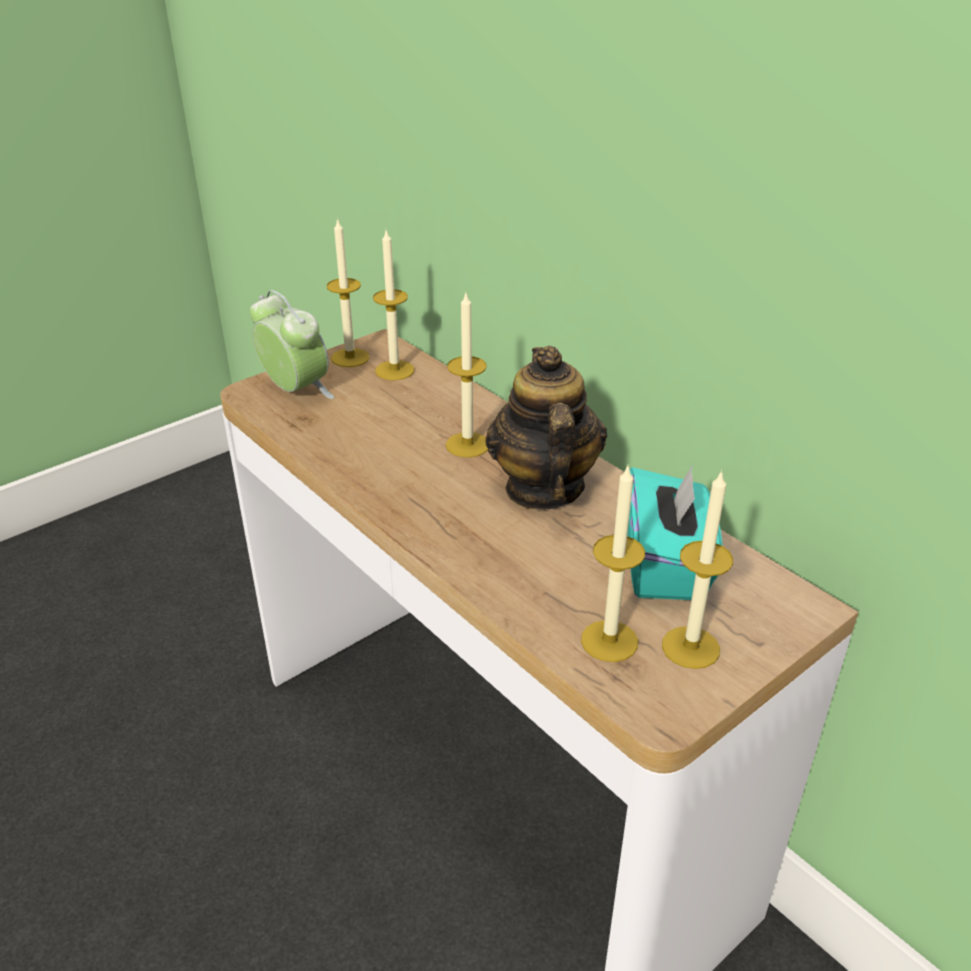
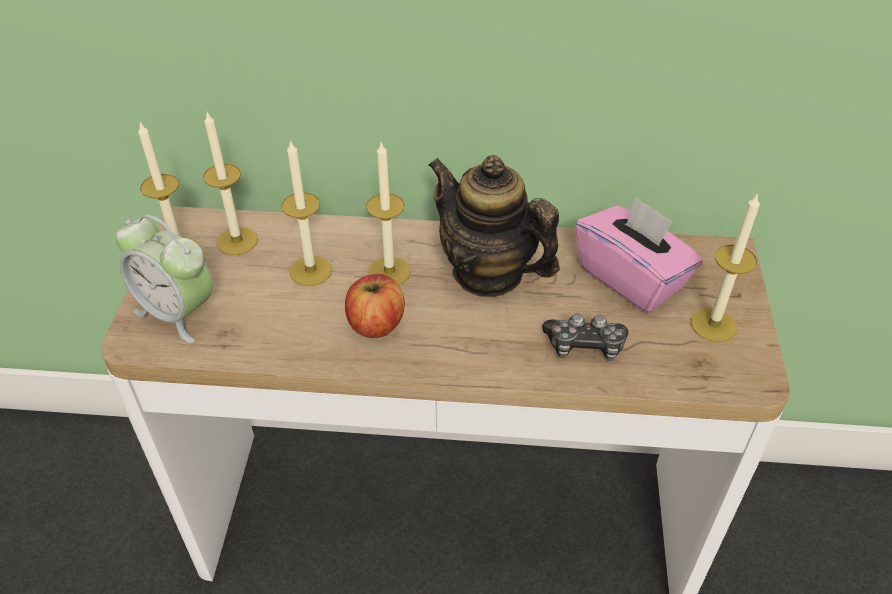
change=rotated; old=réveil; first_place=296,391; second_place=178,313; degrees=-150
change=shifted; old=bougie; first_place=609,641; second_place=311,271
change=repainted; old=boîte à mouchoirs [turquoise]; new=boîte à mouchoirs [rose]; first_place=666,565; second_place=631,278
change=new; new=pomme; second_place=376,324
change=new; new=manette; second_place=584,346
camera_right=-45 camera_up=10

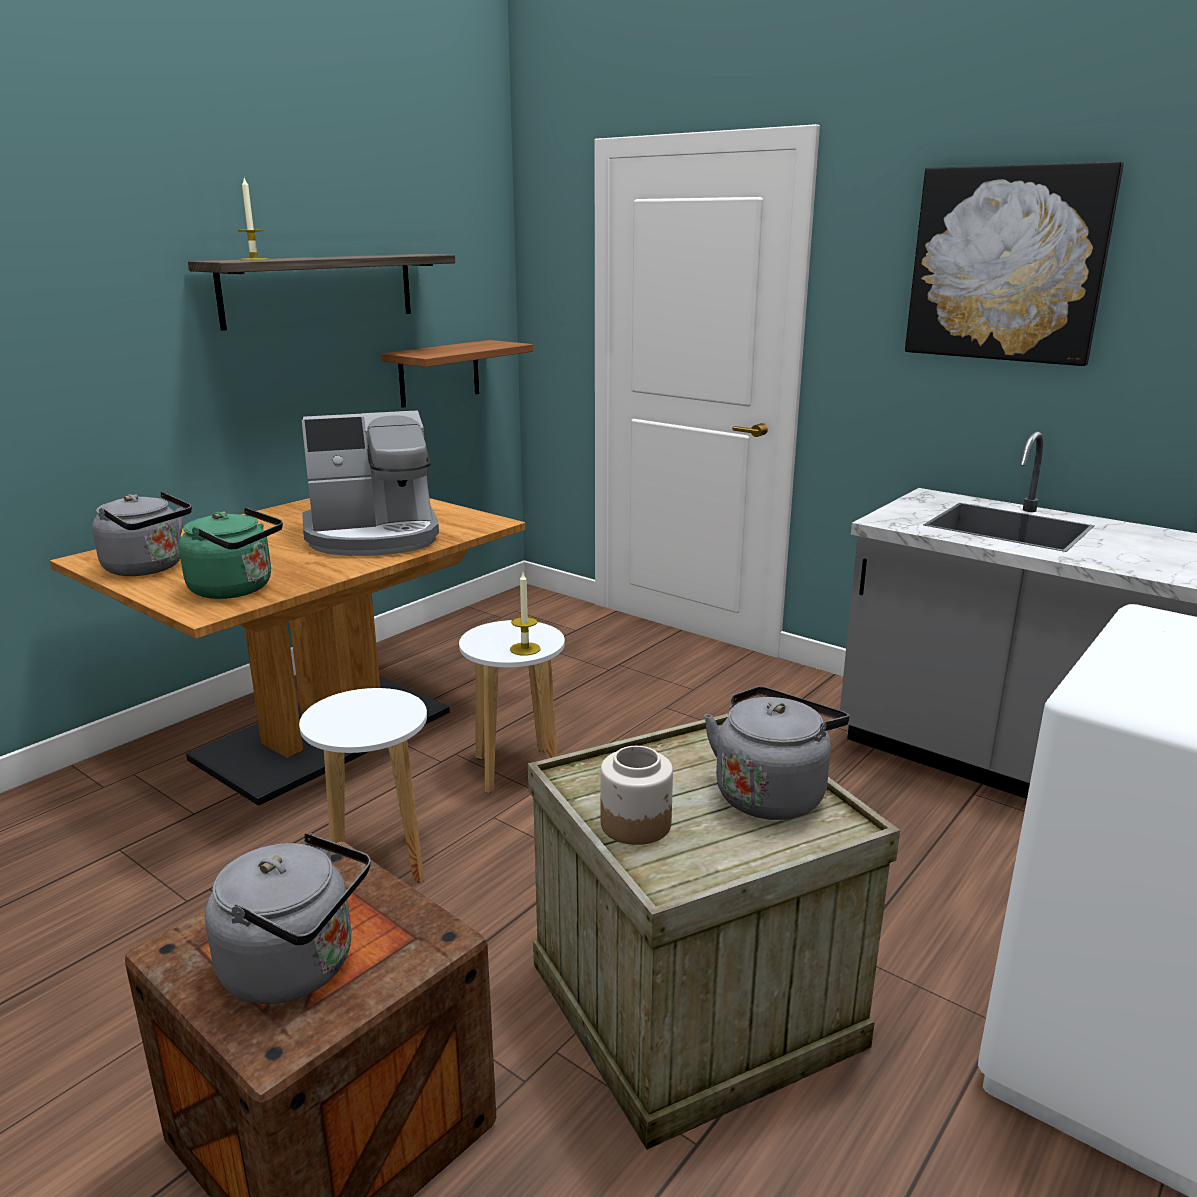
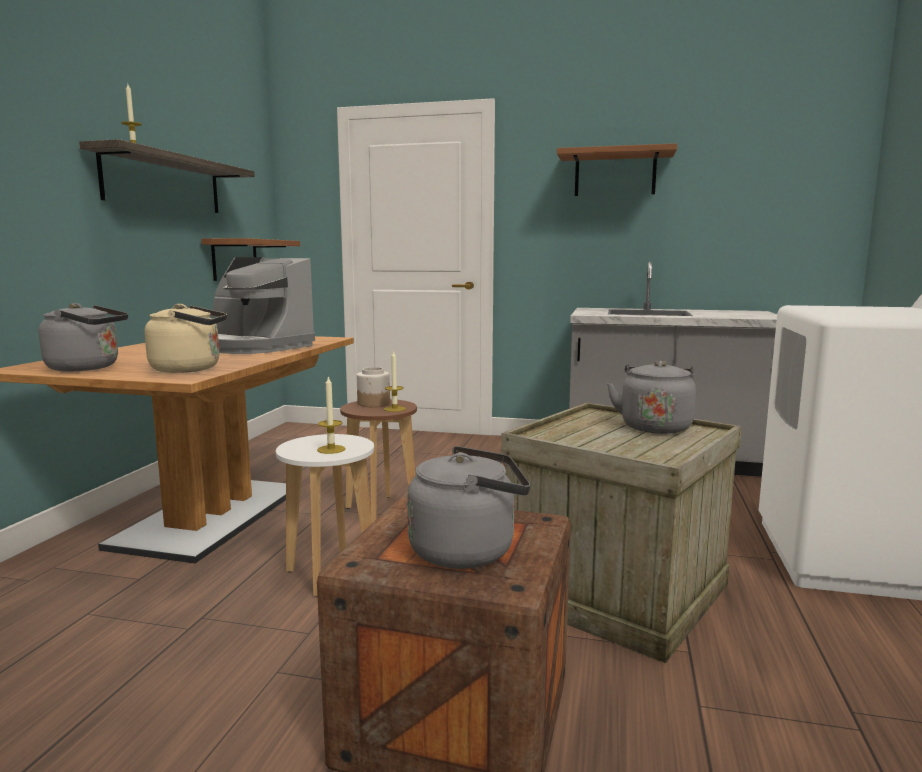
change=repainted; old=bouilloire [vert]; new=bouilloire [beige]; first_place=236,589; second_place=191,369
change=rotated; old=machine à café; first_place=374,536; second_place=254,347; degrees=75
change=repainted; old=tabouret [blanc]; new=tabouret [marron]; first_place=516,770; second_place=381,509
change=shifted; old=bocal; first_place=636,824; second_place=374,403
change=swapped; old=tableau; new=étagère; first_place=1007,264; second_place=615,174
change=new; new=bougie; second_place=331,449
camera_right=-25 camera_up=-10

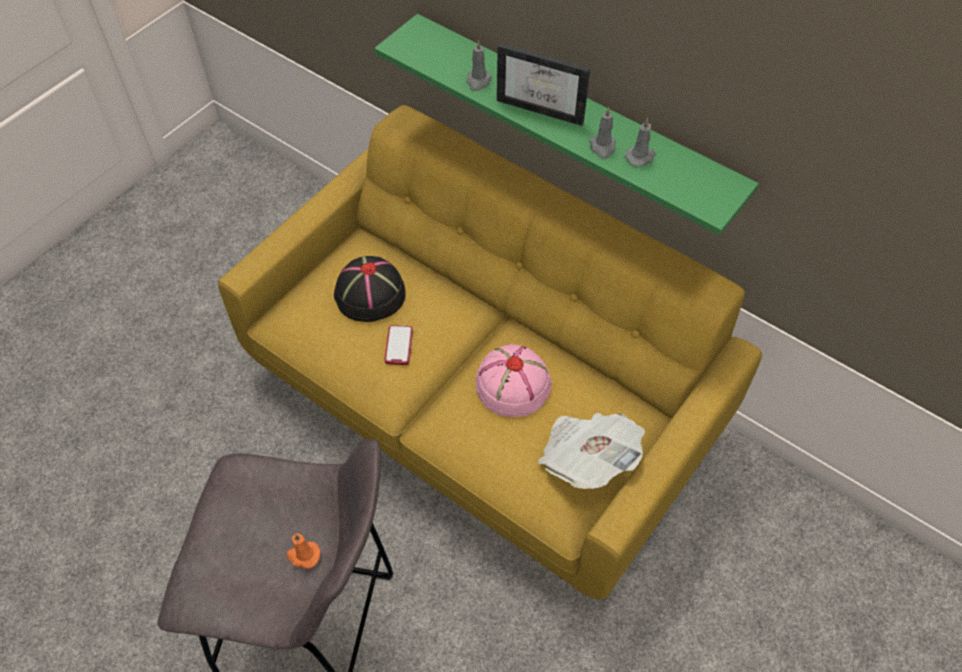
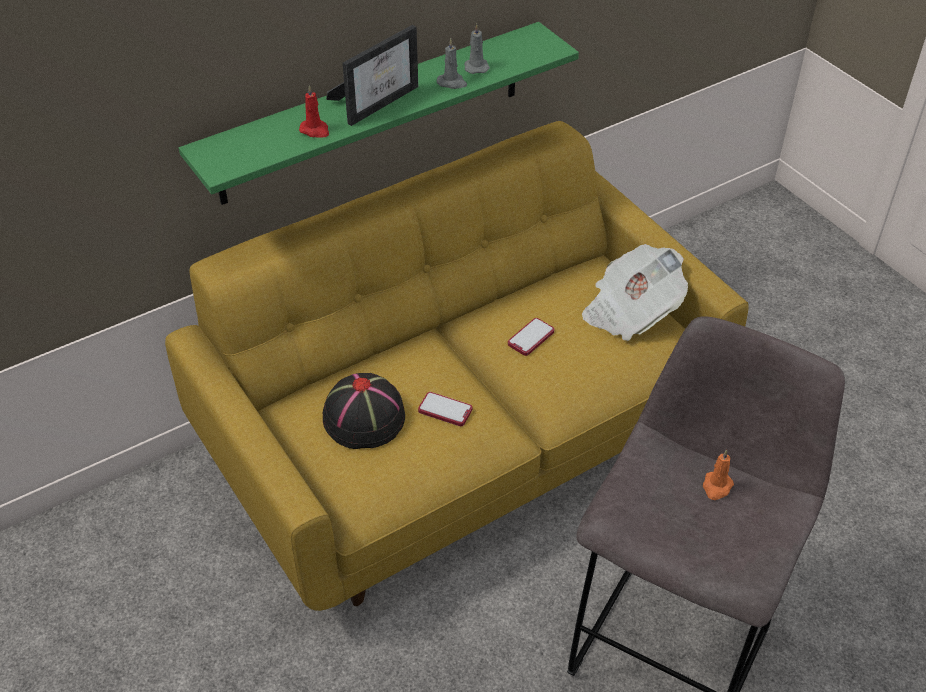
change=repainted; old=bougie [gris]; new=bougie [rouge]; first_place=478,81; second_place=315,130
change=swapped; old=chapeau [rose]; new=téléphone; first_place=512,384; second_place=531,338
camera_right=-70 camera_up=-10

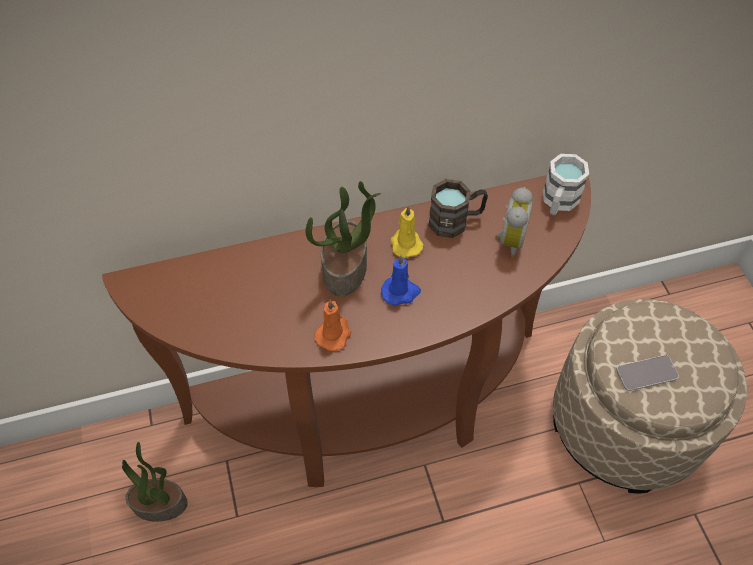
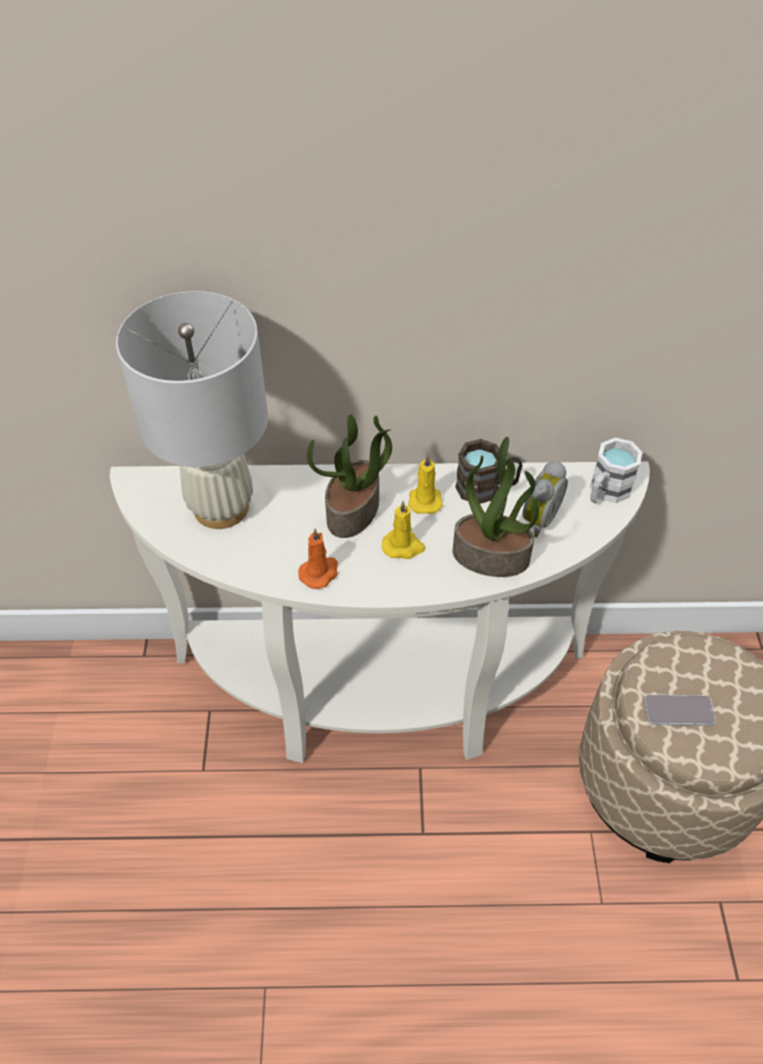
change=repainted; old=table console [marron]; new=table console [blanc]; first_place=373,411; second_place=381,698
change=shifted; old=plante en pot; first_place=161,503; second_place=492,556
change=repainted; old=bougie [bleu]; new=bougie [jaune]; first_place=401,292; second_place=403,546
change=new; new=lampe de table [blanc]; second_place=221,507
camera_right=15 camera_up=-5

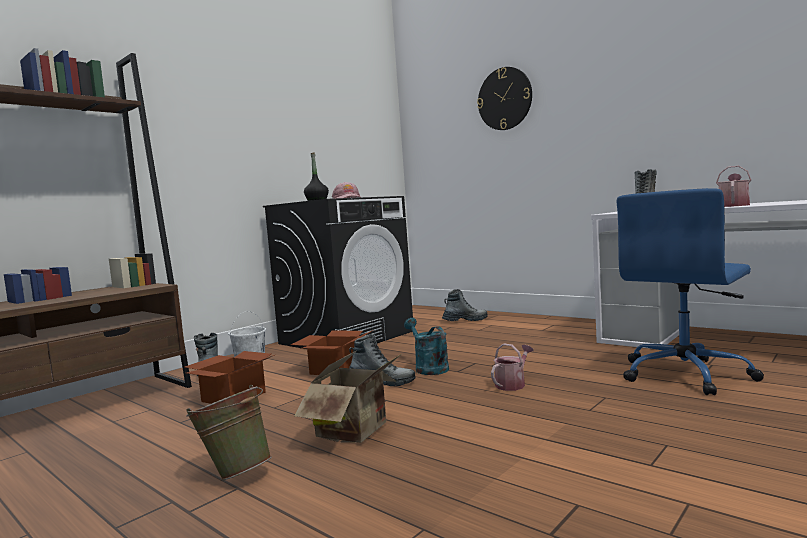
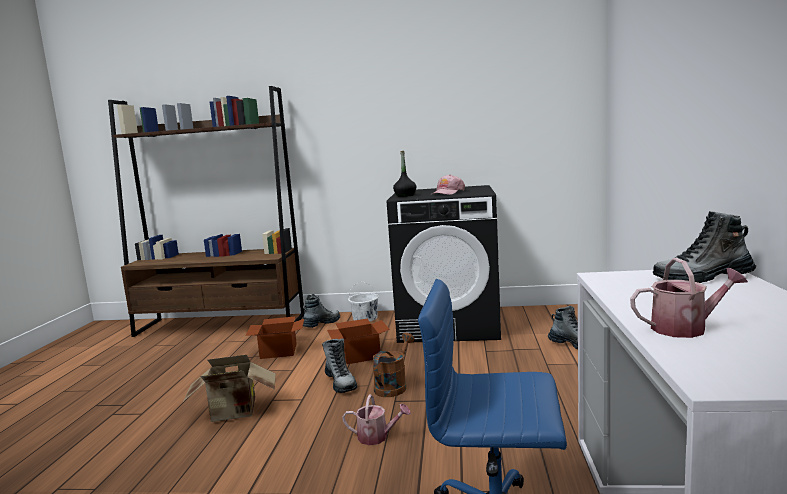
change=gone; old=seau [vert]; first_place=235,473
change=repainted; old=arrosoir [turquoise]; new=arrosoir [marron]; first_place=428,368; second_place=393,386
change=gone; old=horloge murale; first_place=504,99
camera_right=55 camera_up=5

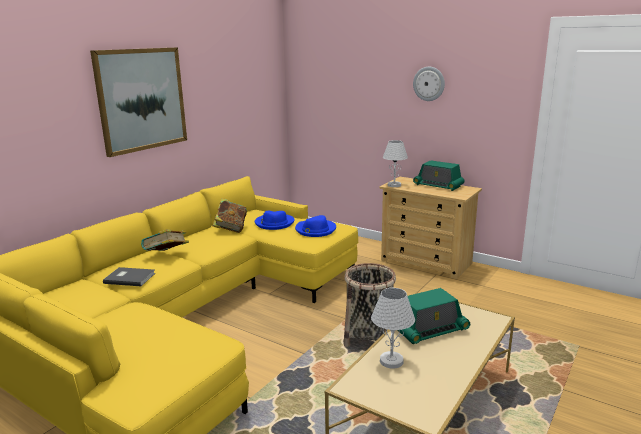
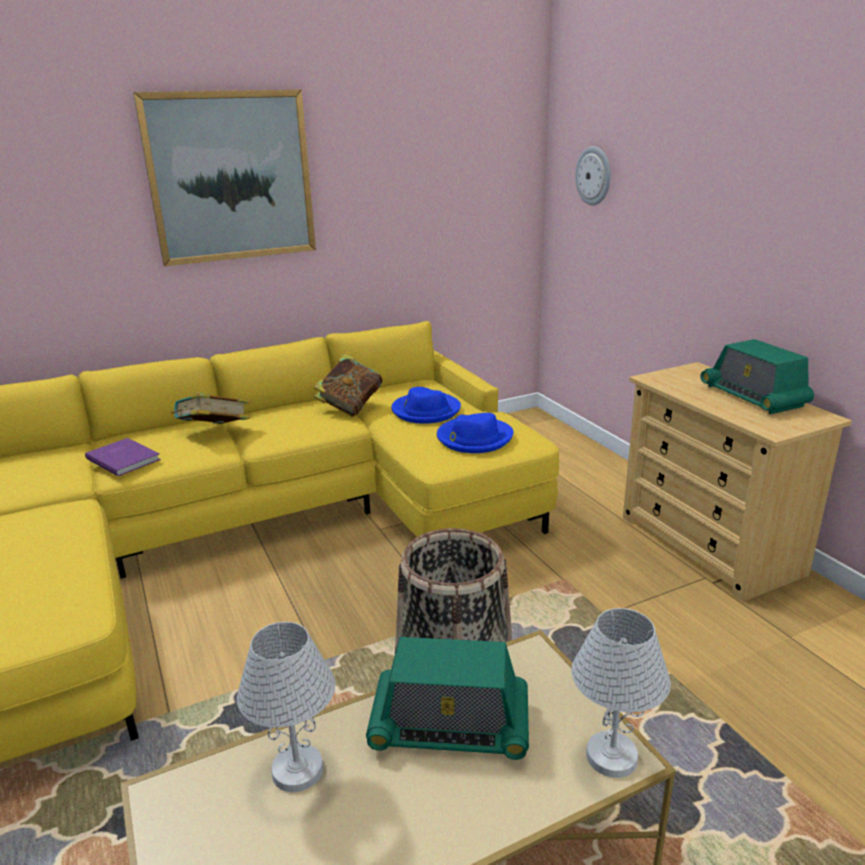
change=repainted; old=livre [gris]; new=livre [violet]; first_place=129,278; second_place=124,458
change=shifted; old=lampe de table [blanc]; first_place=394,185; second_place=610,756
change=shifted; old=horloge murale; first_place=429,83; second_place=594,176
camera_right=30 camera_up=5

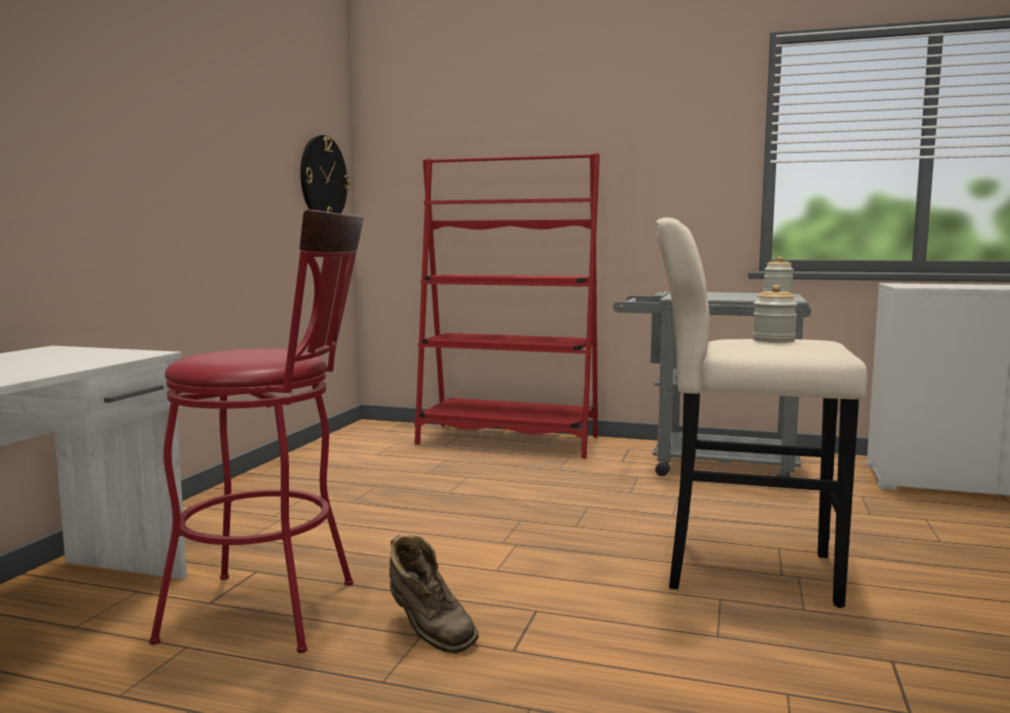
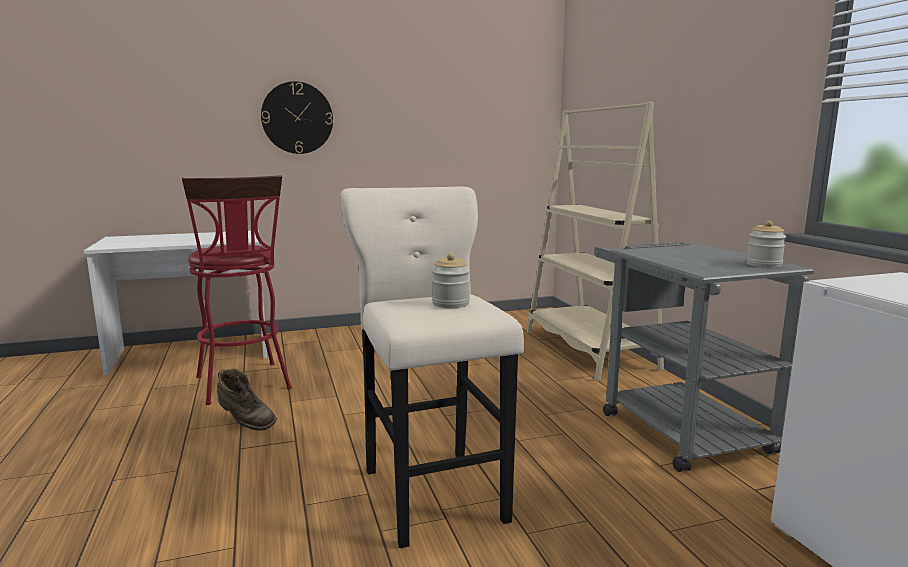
change=shifted; old=horloge murale; first_place=323,179; second_place=297,118
change=rotated; old=botte [marron]; first_place=428,633; second_place=245,423; degrees=-75
change=repainted; old=bibliothèque [rouge]; new=bibliothèque [beige]; first_place=508,440; second_place=589,350
camera_right=55 camera_up=5

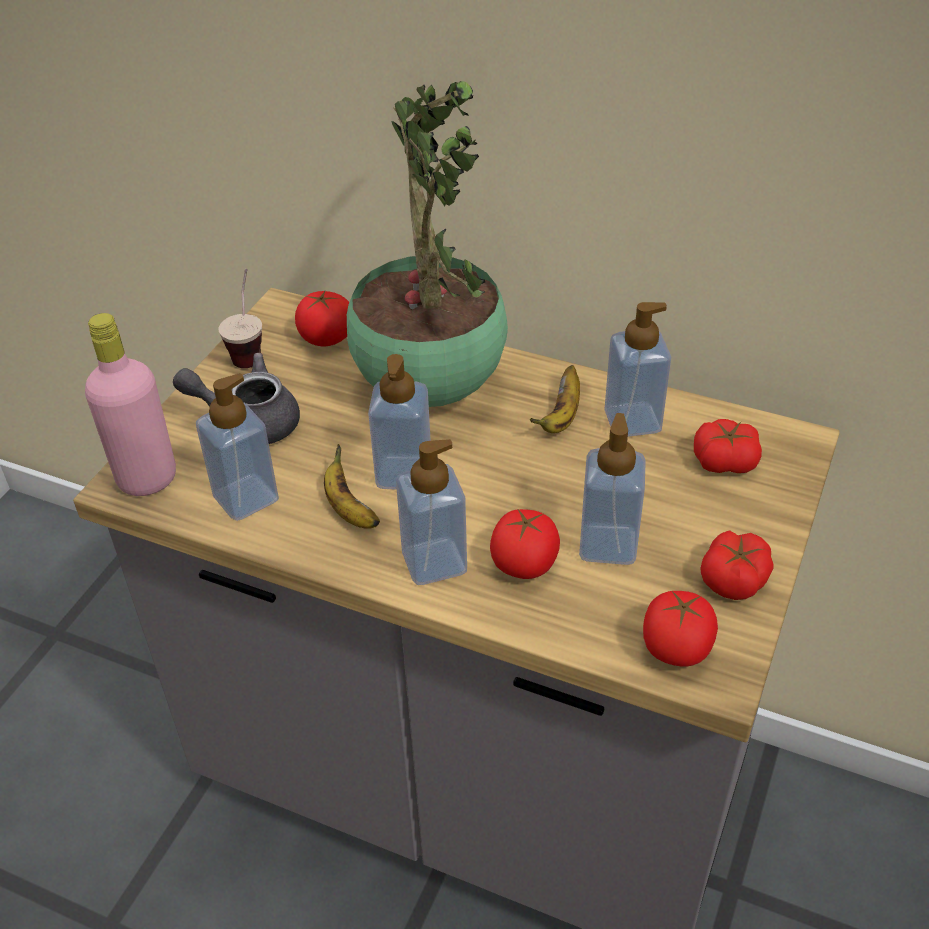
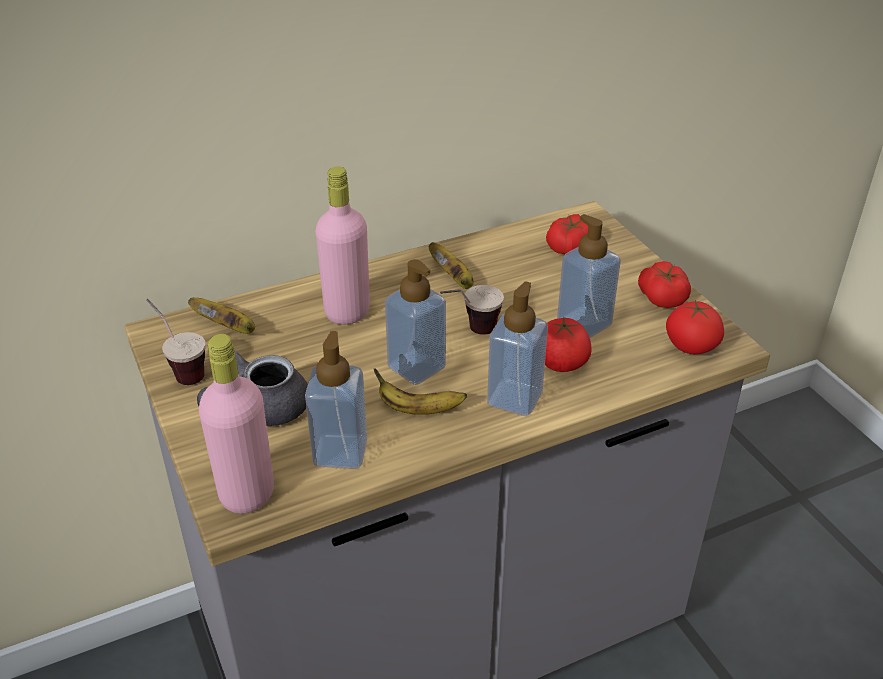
change=swapped; old=tomate; new=banane; first_place=327,338; second_place=228,328
change=swapped; old=plante en pot; new=bouteille [rose]; first_place=428,385; second_place=347,312
change=gone; old=distributeur de savon; first_place=632,420
change=new; new=tasse; second_place=469,333
camera_right=-50 camera_up=-5

